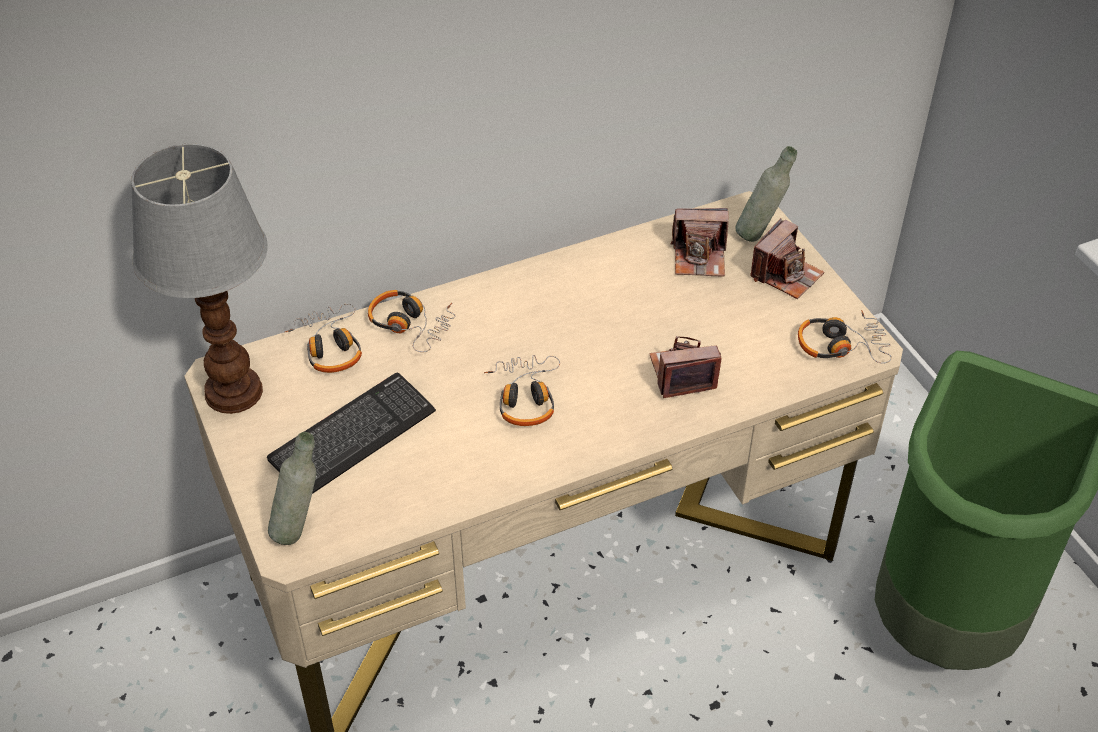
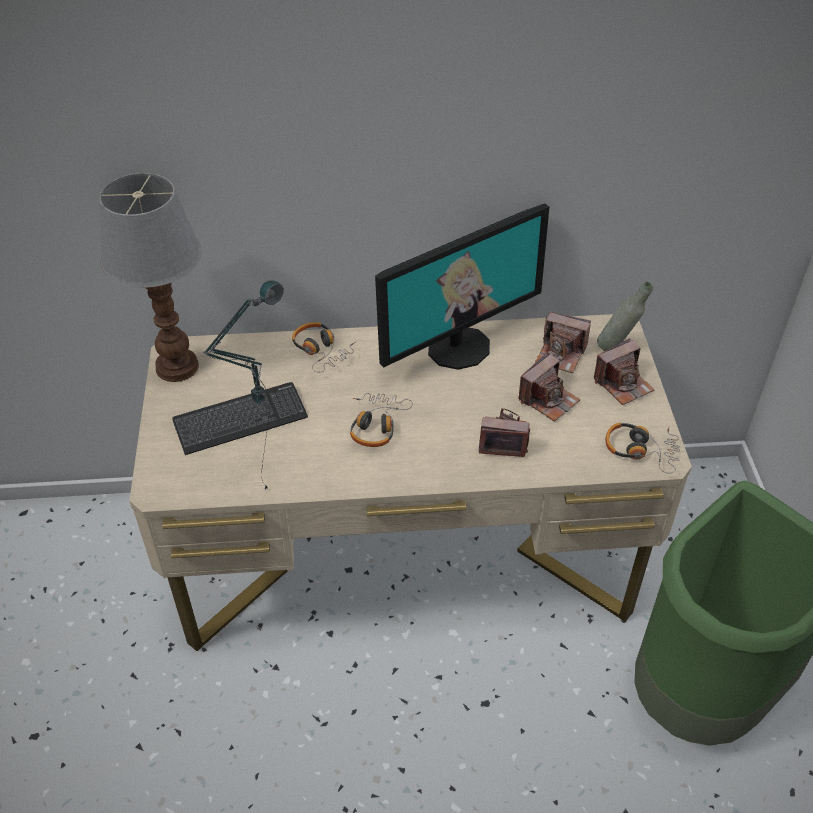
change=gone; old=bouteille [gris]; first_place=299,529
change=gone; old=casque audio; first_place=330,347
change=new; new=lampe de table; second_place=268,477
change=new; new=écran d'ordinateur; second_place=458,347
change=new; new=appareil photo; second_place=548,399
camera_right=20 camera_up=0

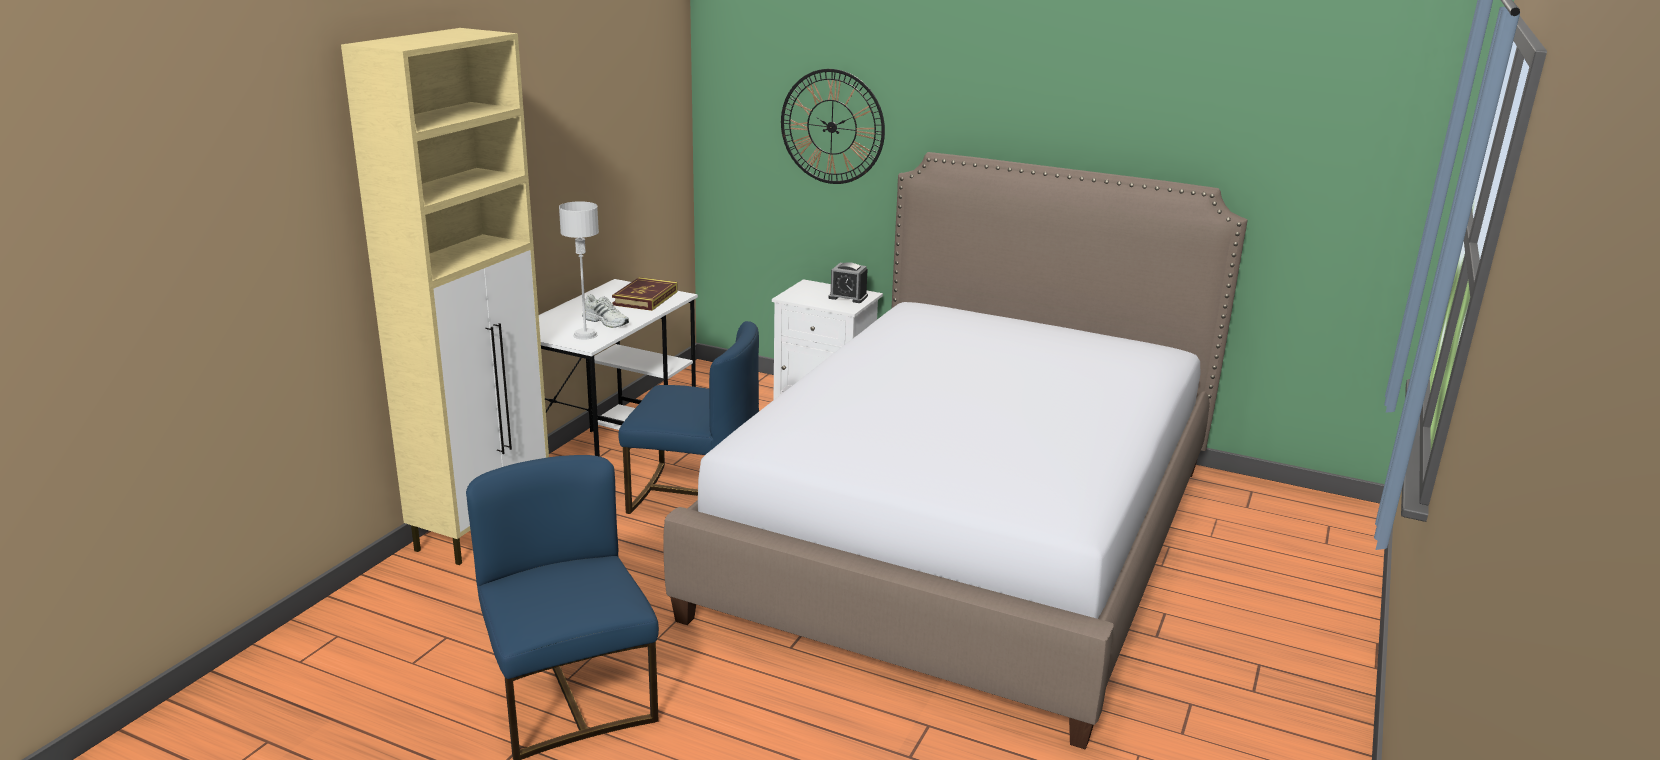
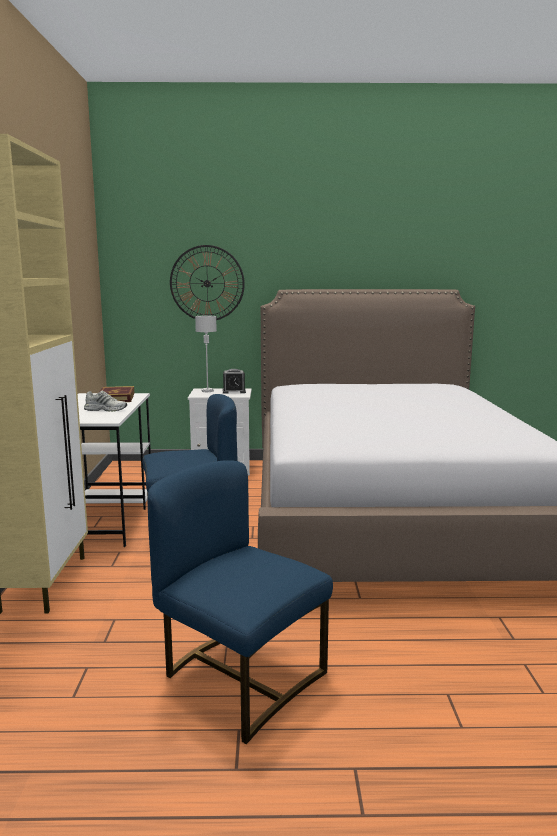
change=shifted; old=lampe de table [gris]; first_place=585,335; second_place=207,391
camera_right=-25 camera_up=-10

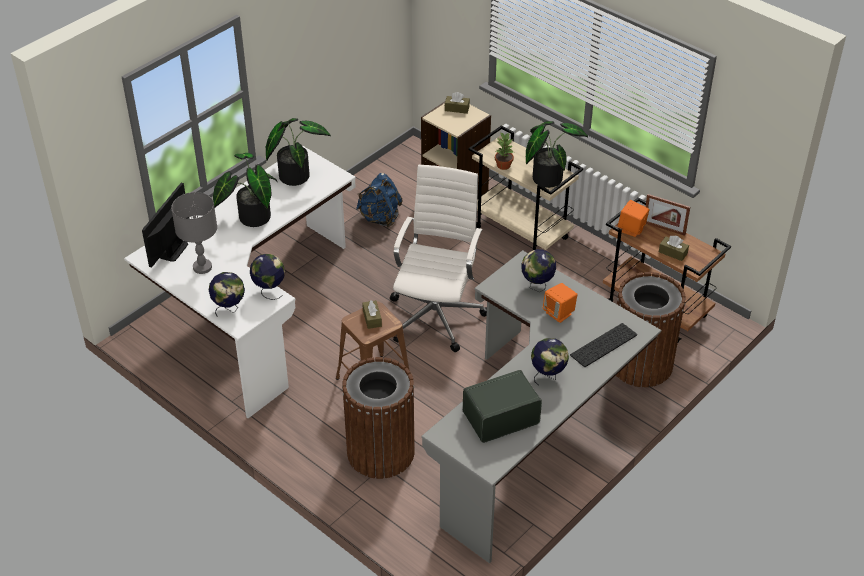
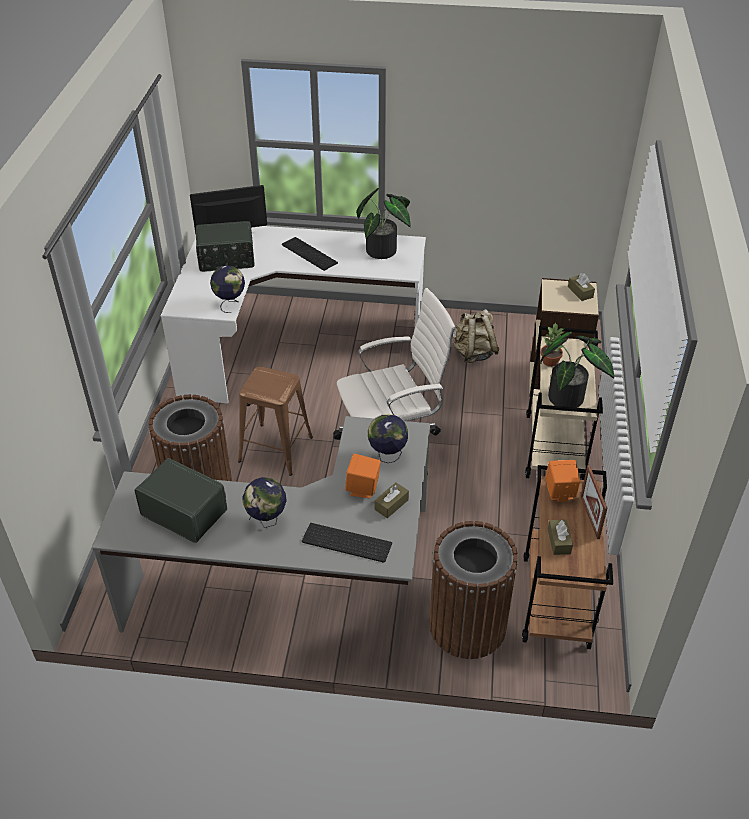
change=swapped; old=lampe de table [gris]; new=radio; first_place=202,267; second_place=226,259
change=gone; old=globe; first_place=229,309
change=swapped; old=plante en pot; new=clavier; first_place=250,217; second_place=308,254
change=repainted; old=sac à dos [bleu]; new=sac à dos [beige]; first_place=380,218; second_place=473,353
change=shifted; old=boîte à mouchoirs [marron]; first_place=372,318; second_place=391,504
camera_right=55 camera_up=0

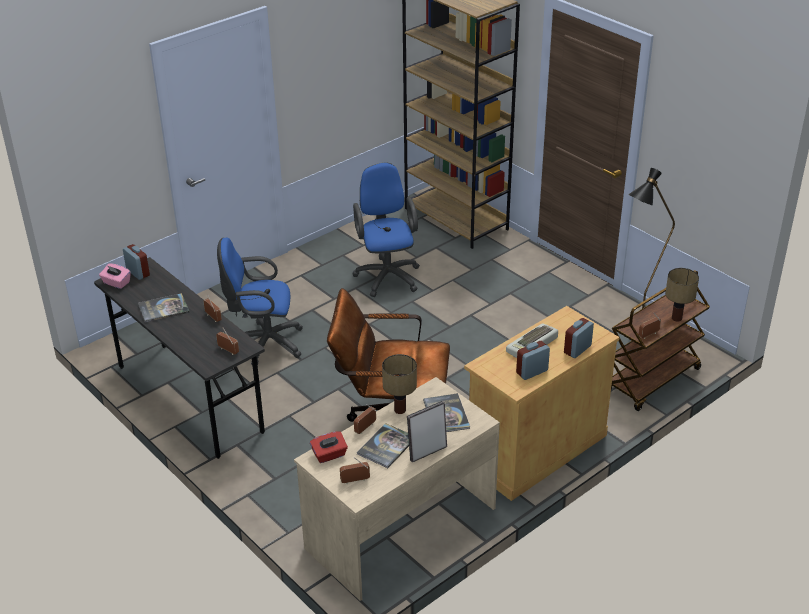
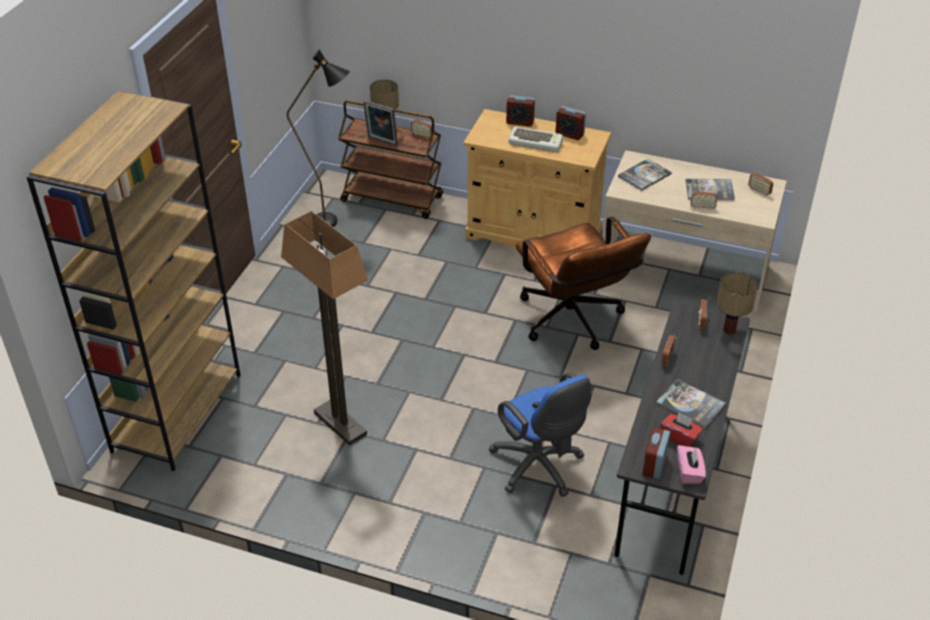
change=shifted; old=boîte à mouchoirs [rouge]; first_place=329,455; second_place=680,437
change=swapped; old=chaise de bureau [bleu]; new=lampadaire; first_place=387,275; second_place=339,423
change=shifted; old=lampe de table; first_place=400,409; second_place=728,330
change=shifted; old=cadre photo; first_place=427,452; second_place=381,142
camera_right=-120 camera_up=5

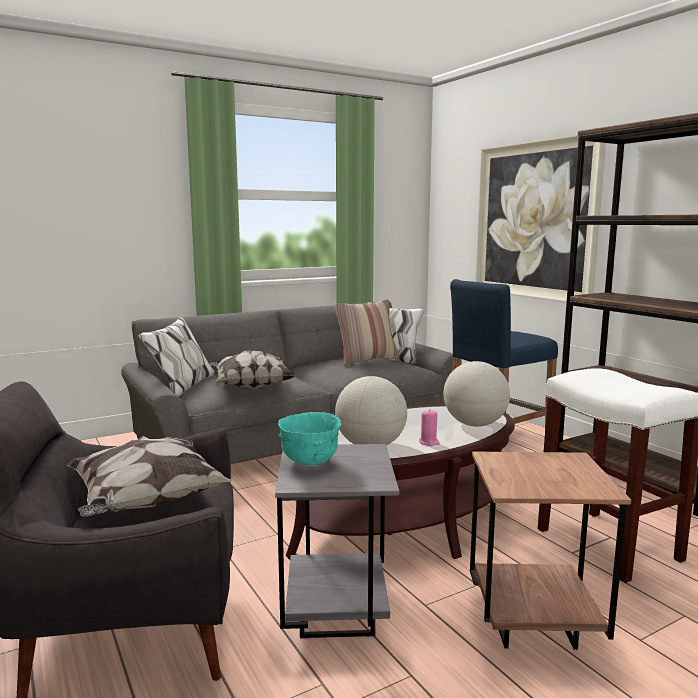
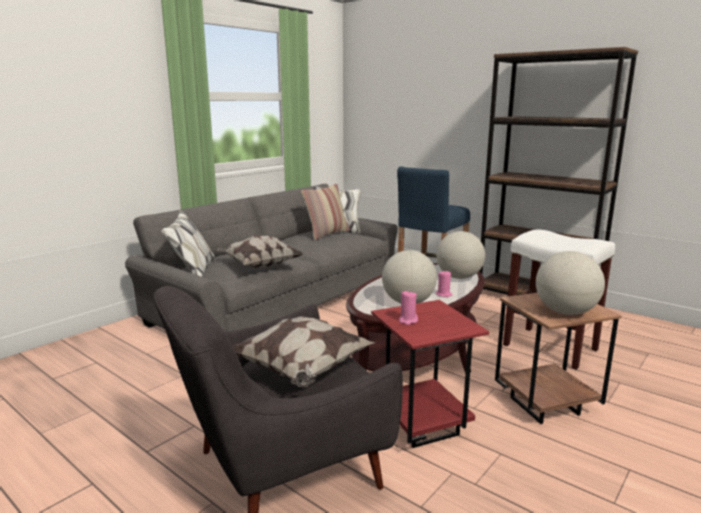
change=repainted; old=table d'appoint [gris]; new=table d'appoint [rouge]; first_place=338,614; second_place=424,426
change=swapped; old=bol [turquoise]; new=bougie [rose]; first_place=310,462; second_place=408,321
change=gone; old=tableau; first_place=534,220
change=new; new=globe; second_place=565,312
camera_right=-20 camera_up=5

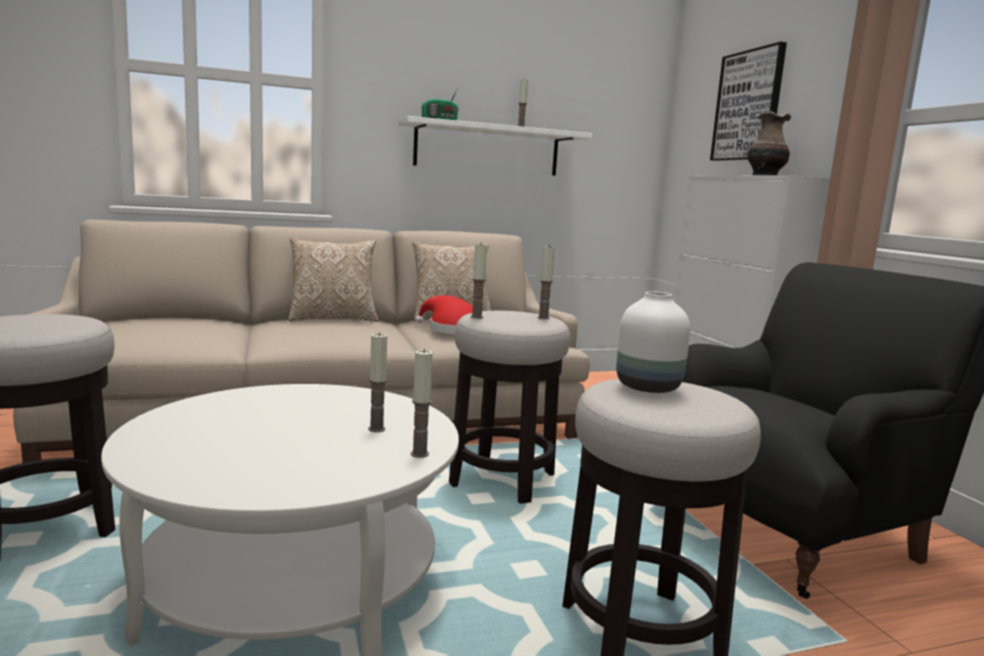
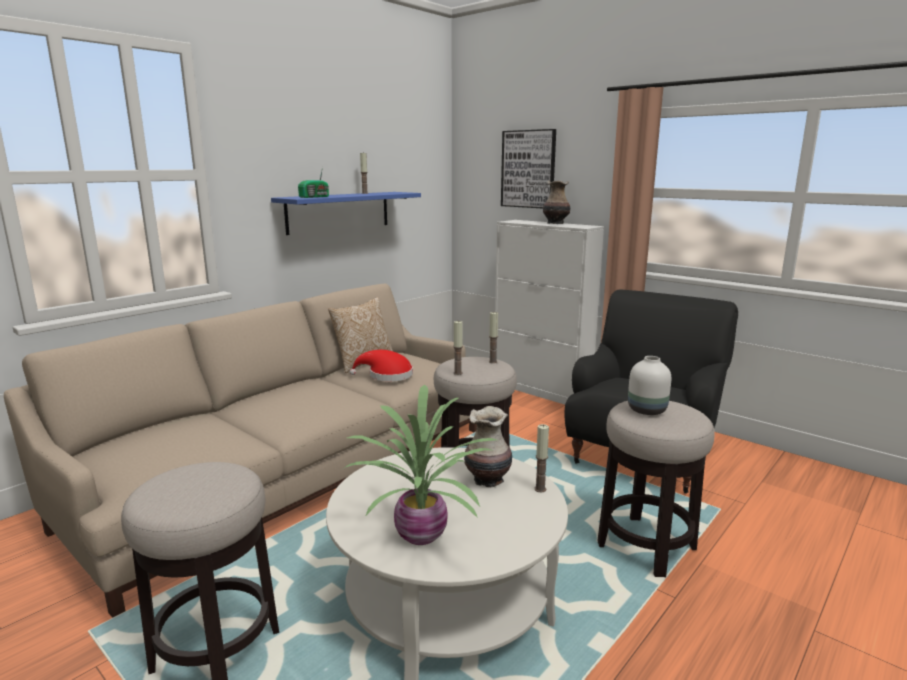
change=gone; old=coussin; first_place=333,319
change=swapped; old=bougie; new=vase; first_place=376,429; second_place=488,480
change=repainted; old=étagère [blanc]; new=étagère [bleu]; first_place=487,149; second_place=339,212
change=new; new=plante en pot; second_place=424,535
camera_right=-30 camera_up=5

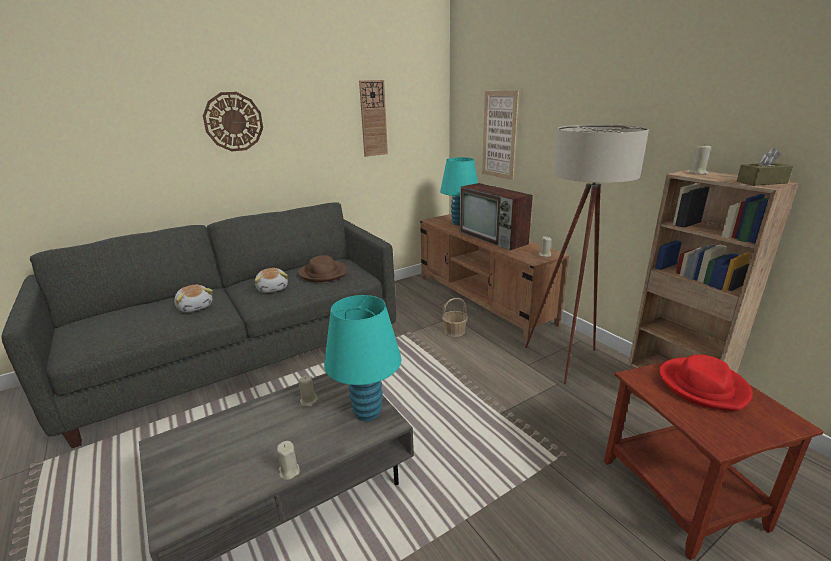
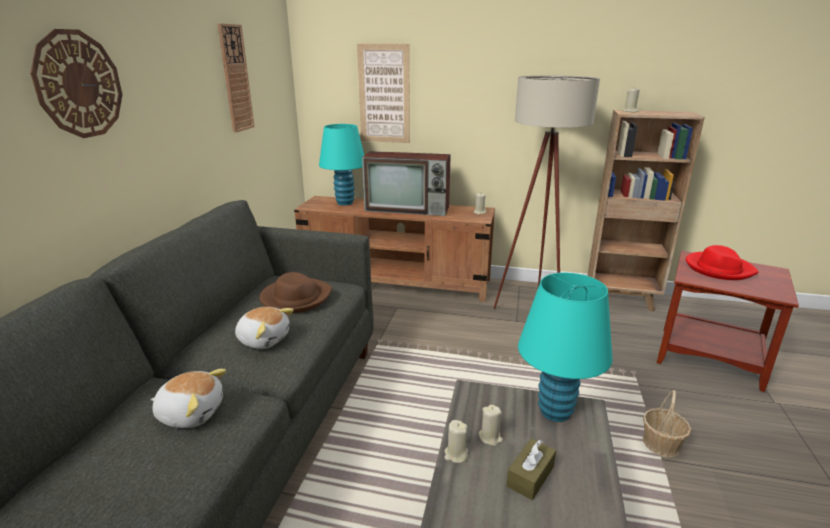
change=shifted; old=bougie [beige]; first_place=289,471; second_place=456,455
change=shifted; old=panier; first_place=455,331; second_place=661,444
change=shifted; old=boîte à mouchoirs [marron]; first_place=761,182; second_place=530,476
camera_right=-45 camera_up=0

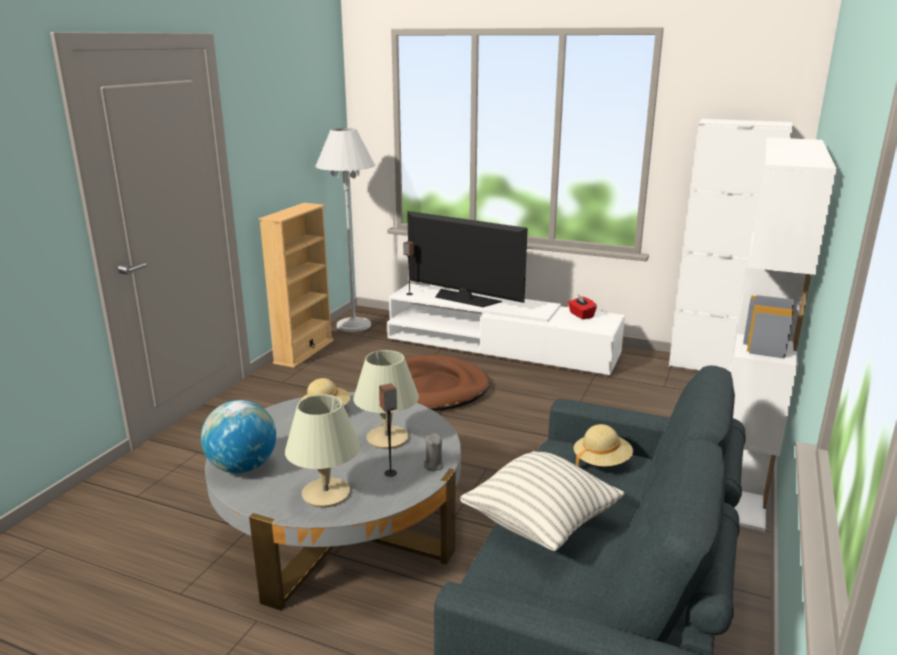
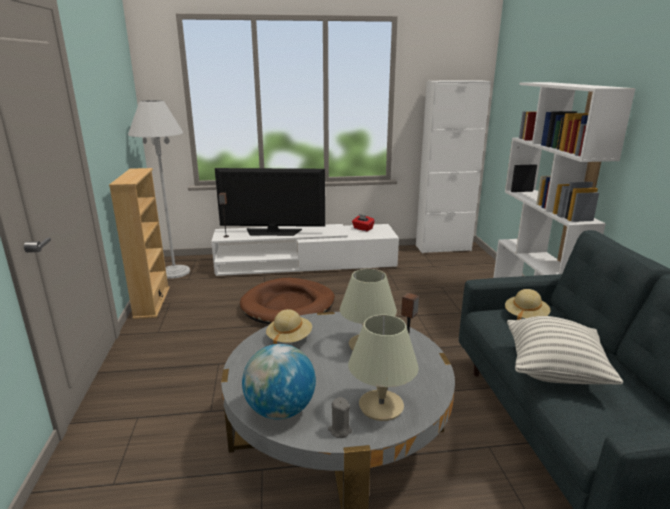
change=shifted; old=bougie [gris]; first_place=433,465; second_place=340,430
camera_right=-30 camera_up=0

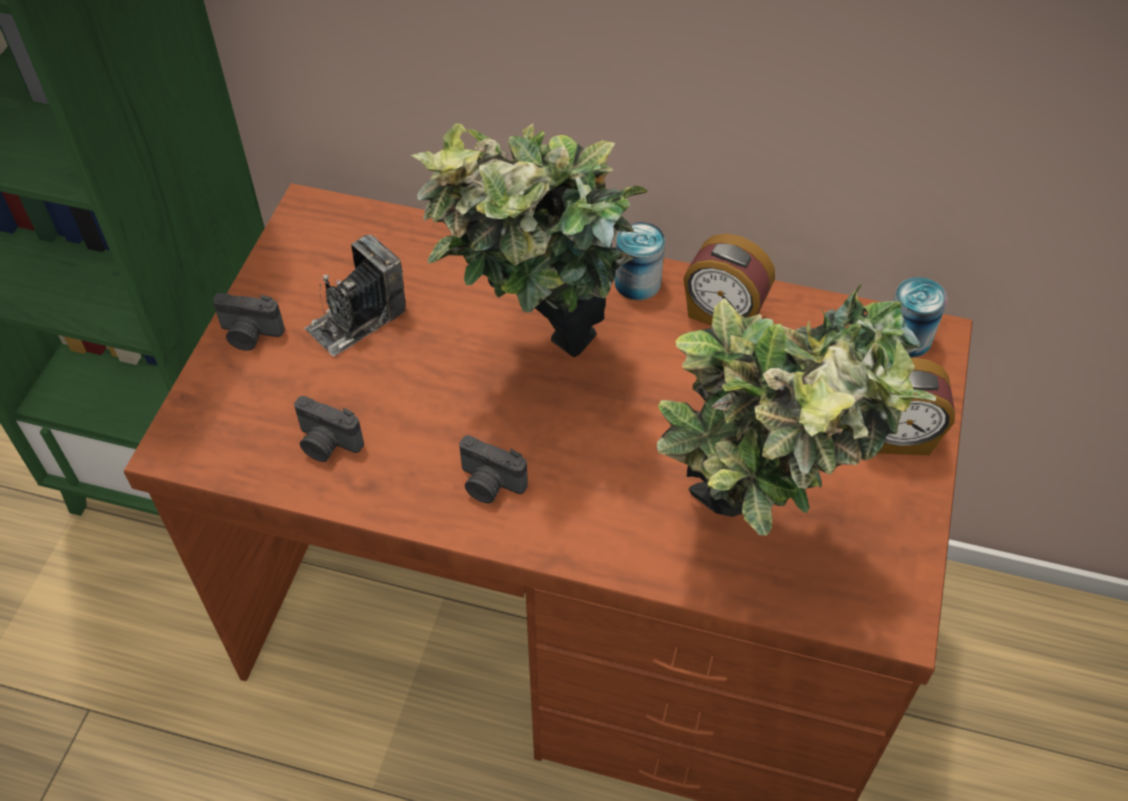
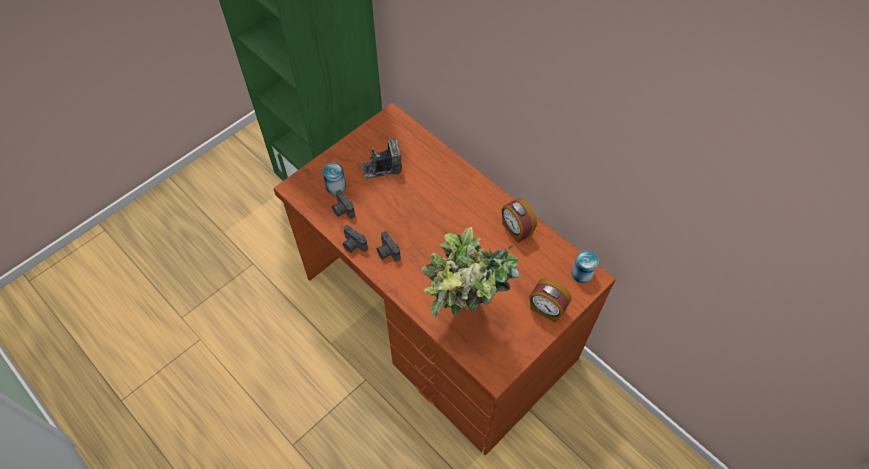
change=shifted; old=appareil photo; first_place=249,335; second_place=353,245
change=gone; old=plante en pot; first_place=538,371
change=shifted; old=boîte métallique; first_place=637,282; second_place=336,186
camera_right=30 camera_up=5

